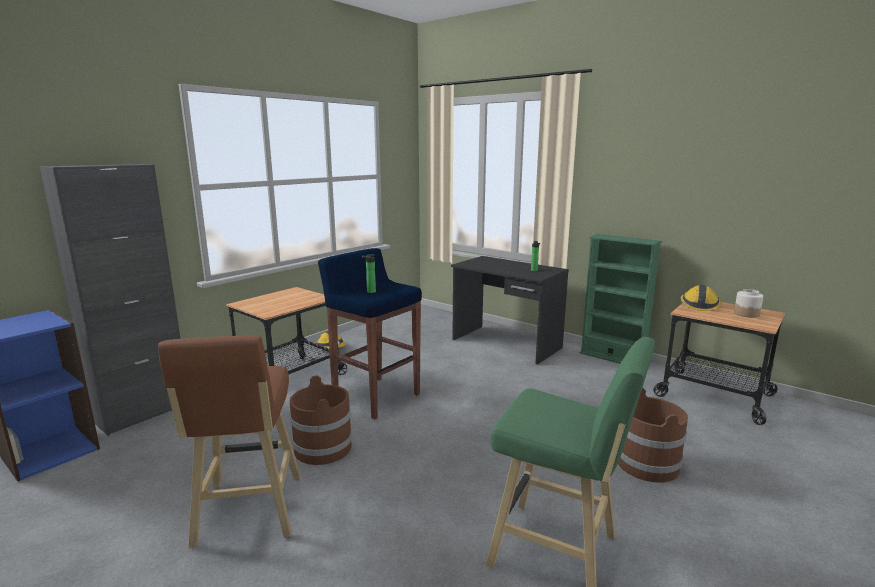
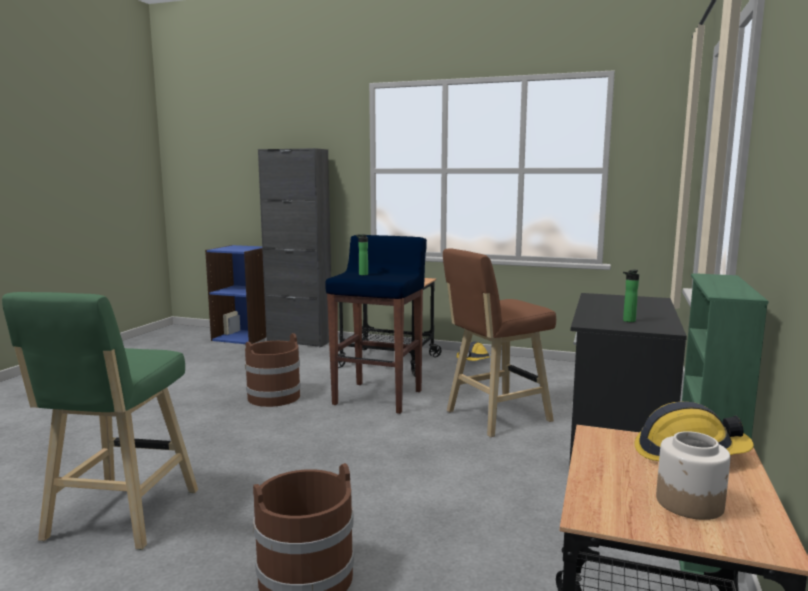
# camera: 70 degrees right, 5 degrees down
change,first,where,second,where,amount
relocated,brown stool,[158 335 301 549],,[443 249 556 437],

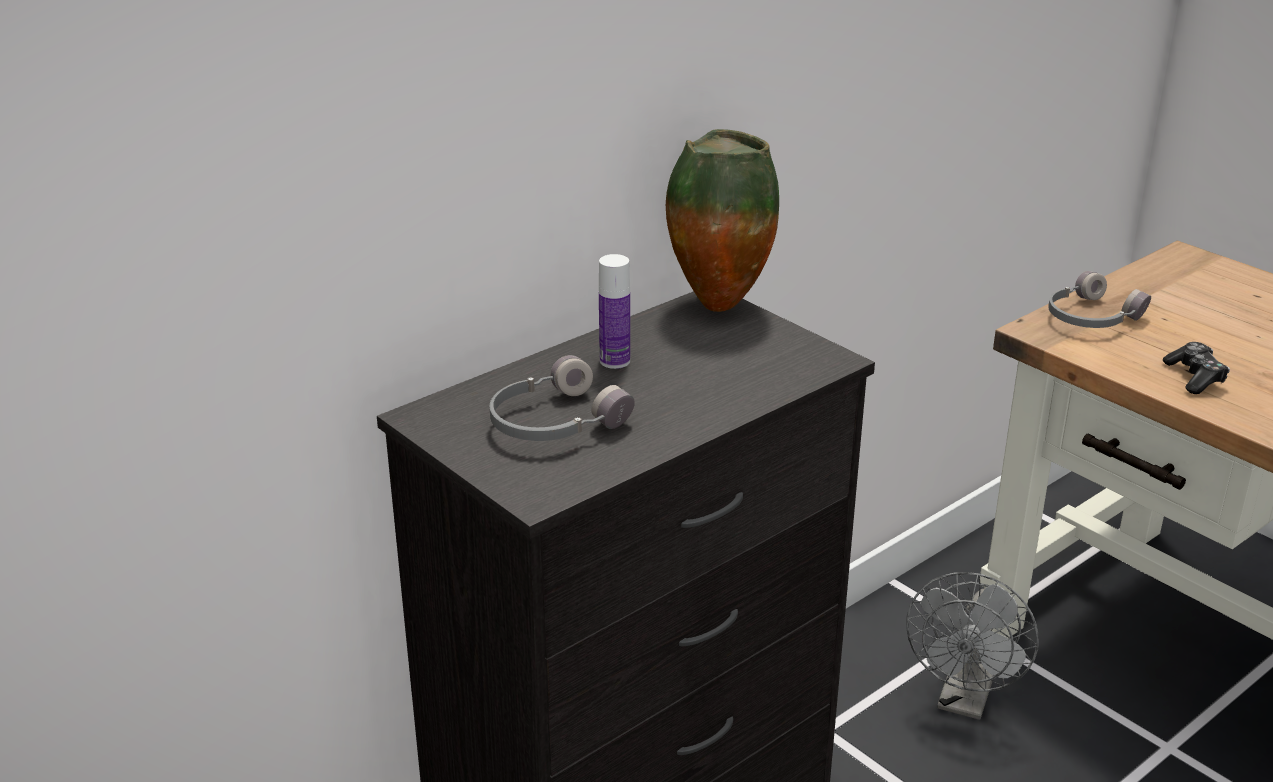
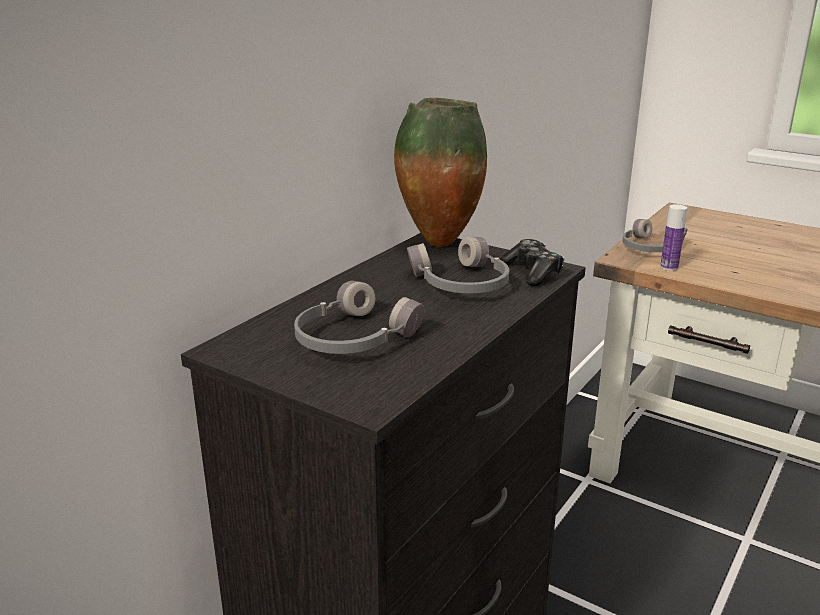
# camera: 15 degrees left, 5 degrees down
change,first,where,second,where,amount
missing,grey fan,[906 572 1039 720],,,
appeared,,,grey headphones,[407 237 509 293],
relocated,bottle,[599 254 630 369],,[660 204 687 271],
relocated,game controller,[1163 342 1230 394],,[500 239 564 286],

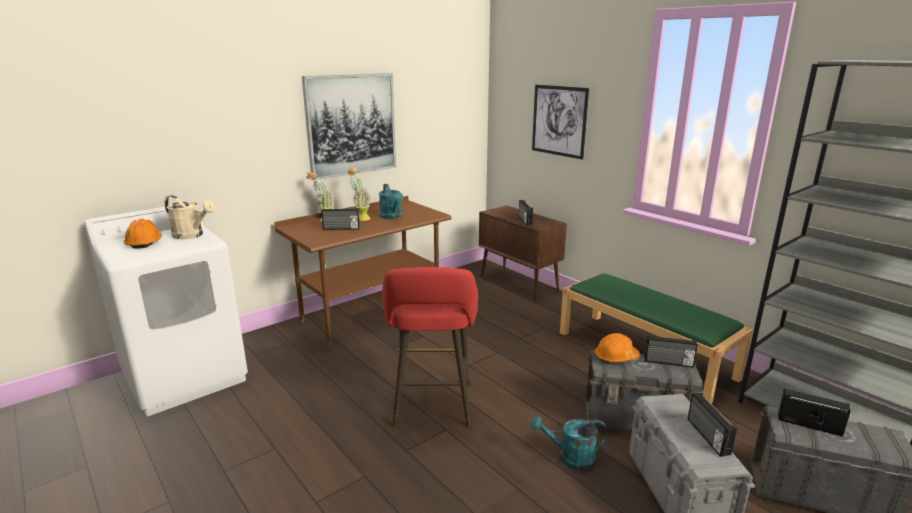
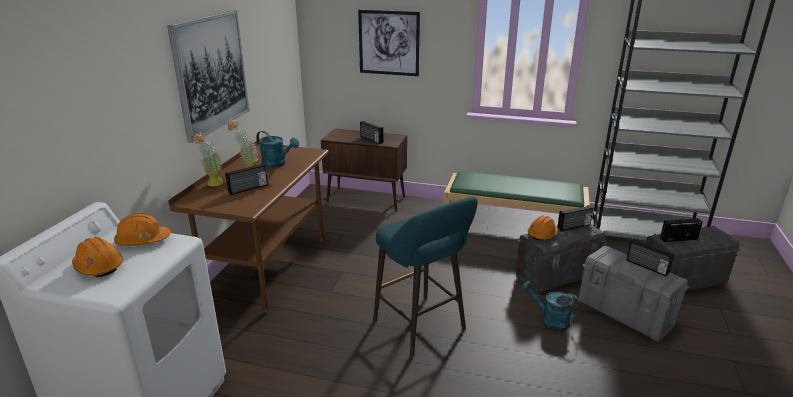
# camera: 35 degrees left, 5 degrees up
change,first,where,second,where,amount
exchanged,beige watering can,[165 195 216 239],orange hard hat,[114 213 171 246],
colour,red stool,[382 267 478 427],turquoise stool,[373 197 478 356],
spun,turquoise watering can,[531 416 608 470],,[521 281 581 330],60 degrees clockwise

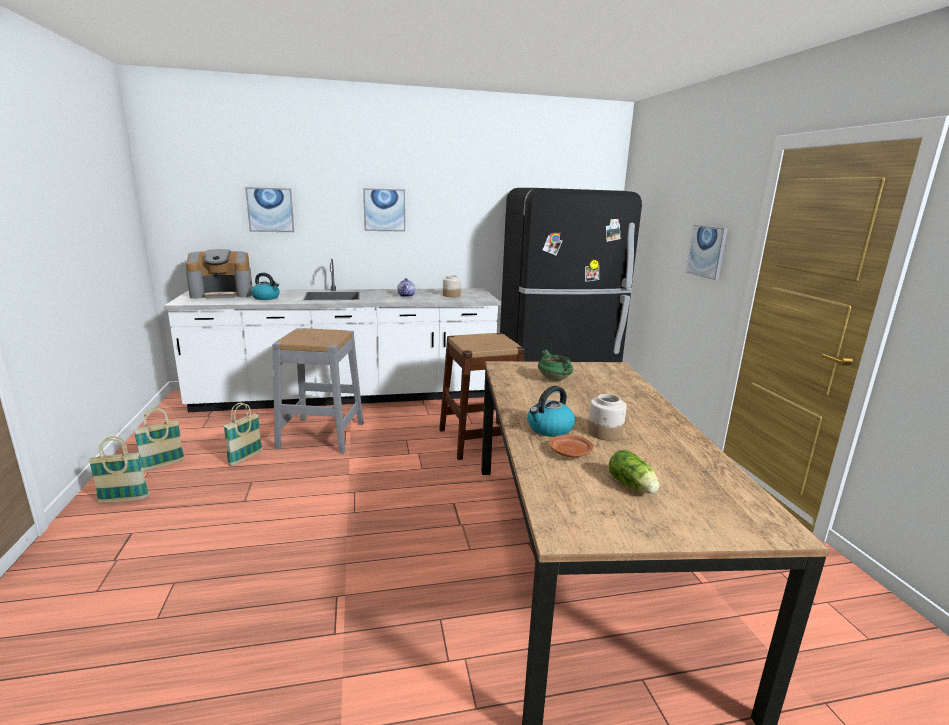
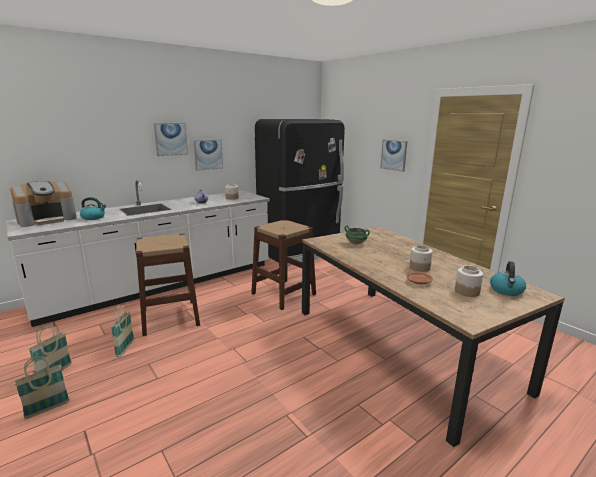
# camera: 25 degrees left, 0 degrees up
change,first,where,second,where,amount
relocated,picture,[245 187 294 232],,[194 139 223 171],
relocated,kettle,[527 386 575 437],,[490 261 526 296],
exchanged,lettuce,[609 450 659 493],jar,[455 265 483 297],
colour,grey stool,[272 328 364 454],brown stool,[136 234 200 336],

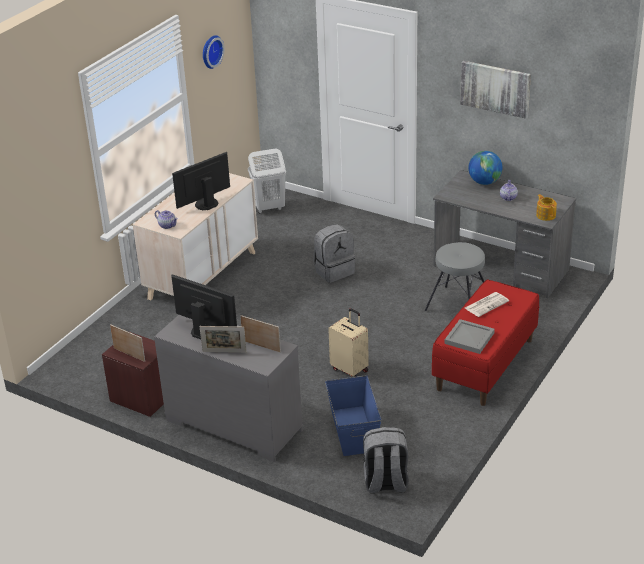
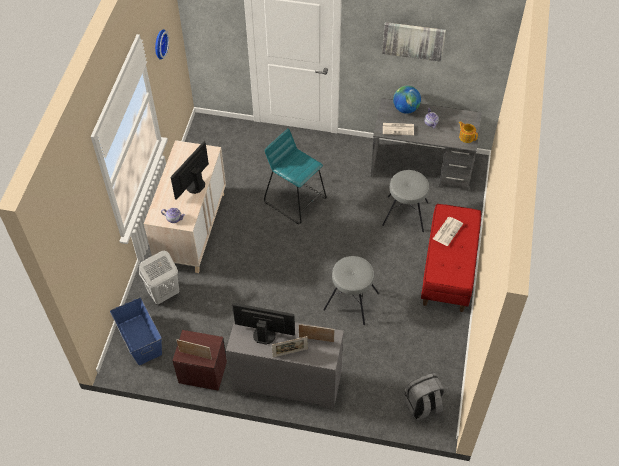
# camera: 20 degrees left, 20 degrees up
change,first,where,second,where,amount
missing,grey tray,[445 319 495 354],,,
appeared,,,newspaper,[383 123 414 135],
relocated,white laundry basket,[248 148 286 213],,[139 251 179 304],
relocated,blue storage box,[325 375 381 456],,[110 297 162 365],
exchanged,grey backpack,[313 224 355 283],turquoise stool,[264 128 327 224],
exchanged,beige suitcase,[328 308 369 377],grey stool,[323 256 379 325],

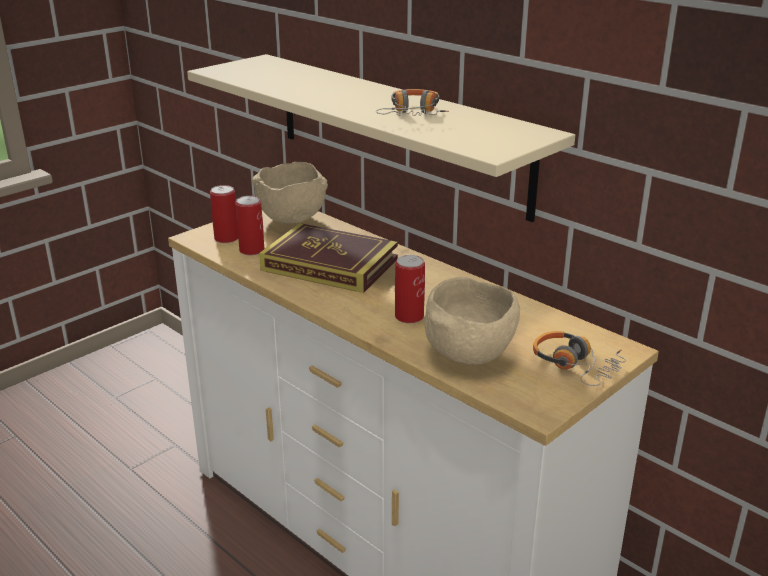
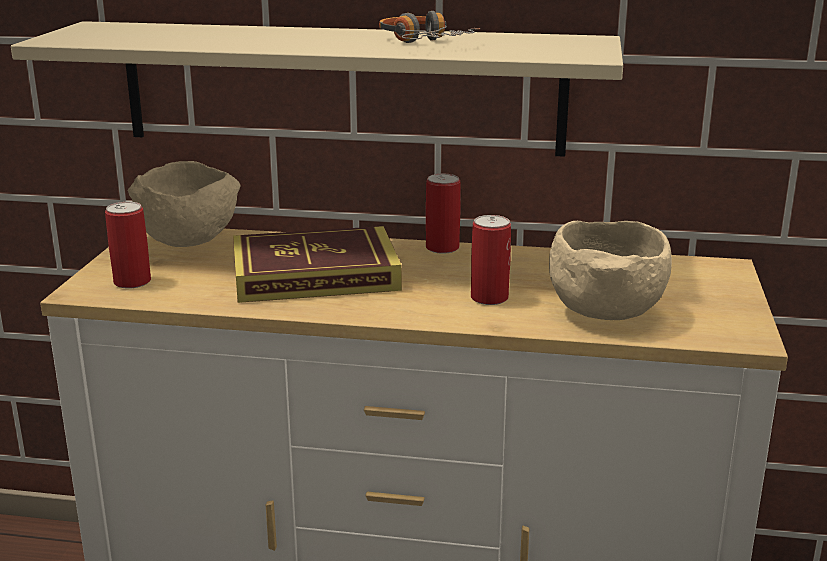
# camera: 35 degrees left, 5 degrees down
change,first,where,second,where,amount
missing,headphones,[533 331 626 386],,,
relocated,can,[235 196 264 255],,[426 174 460 254],

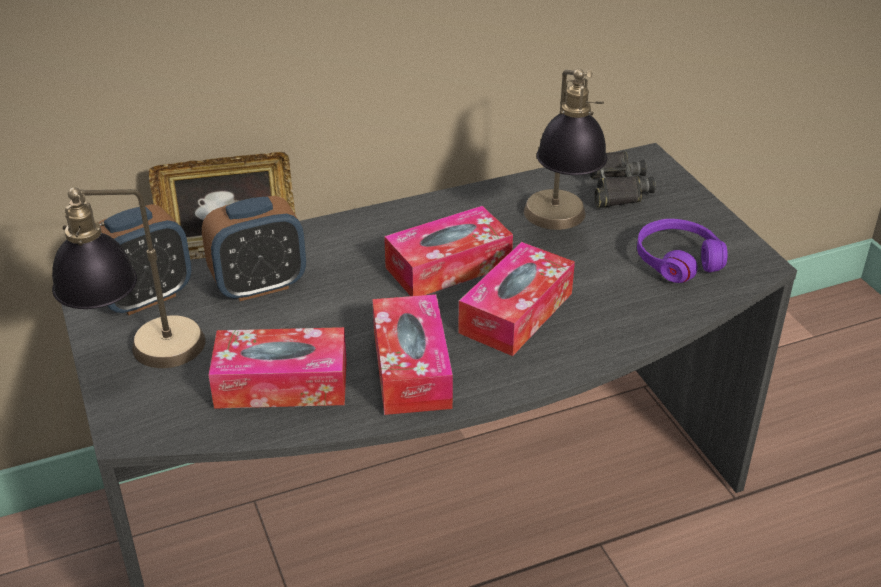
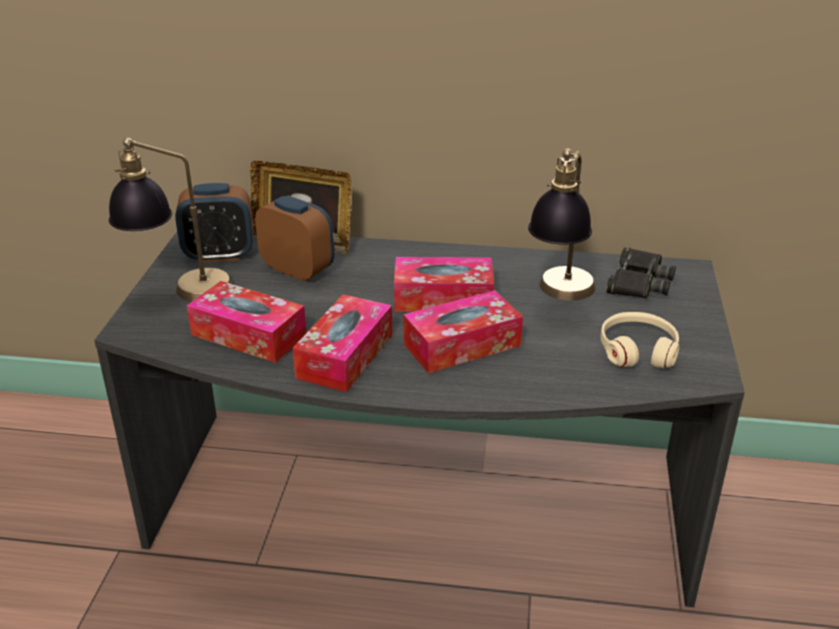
# camera: 30 degrees right, 5 degrees down
change,first,where,second,where,amount
colour,purple headphones,[637 219 727 283],beige headphones,[600 312 680 368],
spun,alarm clock,[202 196 306 301],,[255 196 334 282],150 degrees counterclockwise

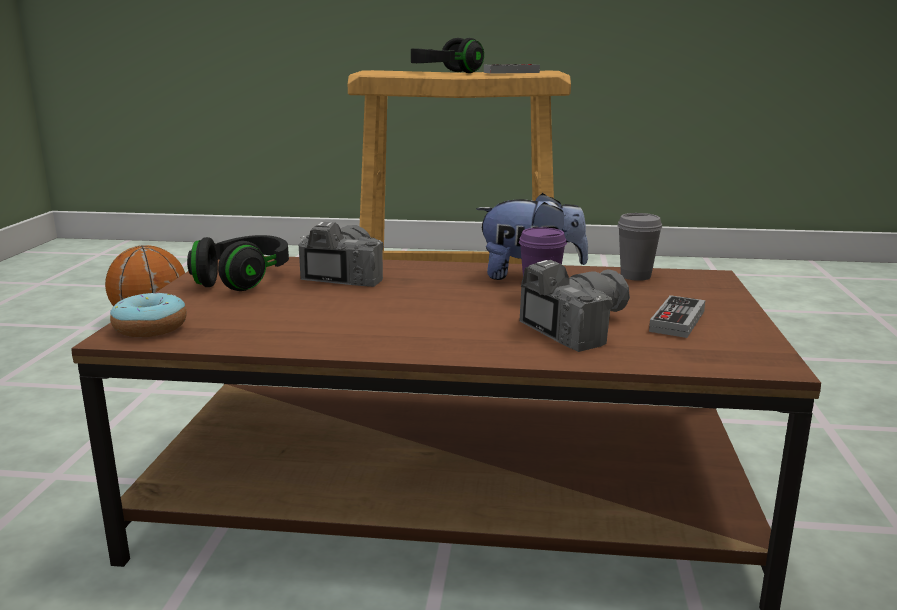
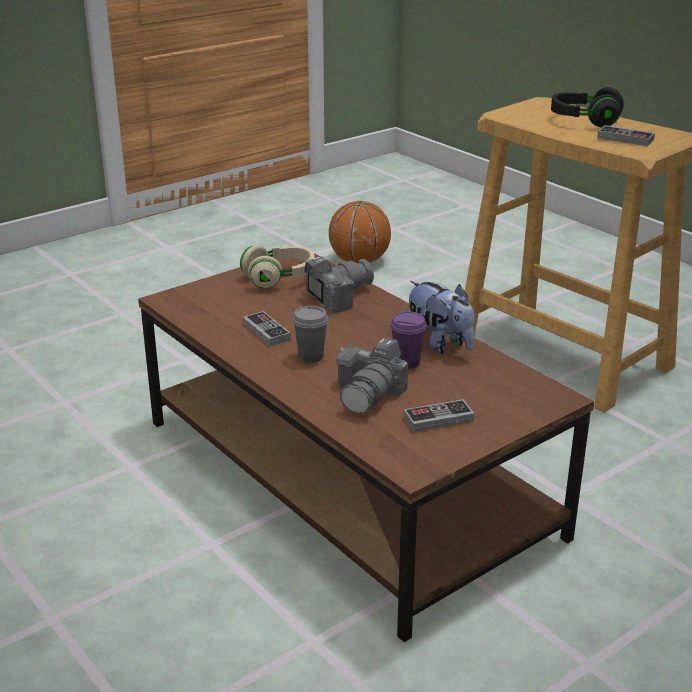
# camera: 45 degrees right, 10 degrees up
change,first,where,second,where,amount
missing,donut,[110 292 187 337],,,
appeared,,,game controller,[243 311 291 346],
relocated,grey cup,[617 213 662 281],,[292 306 329 363],
colour,black headphones,[187 235 289 291],beige headphones,[240 245 315 289],
spun,photo camera,[519 260 630 352],,[336 337 408 414],105 degrees clockwise

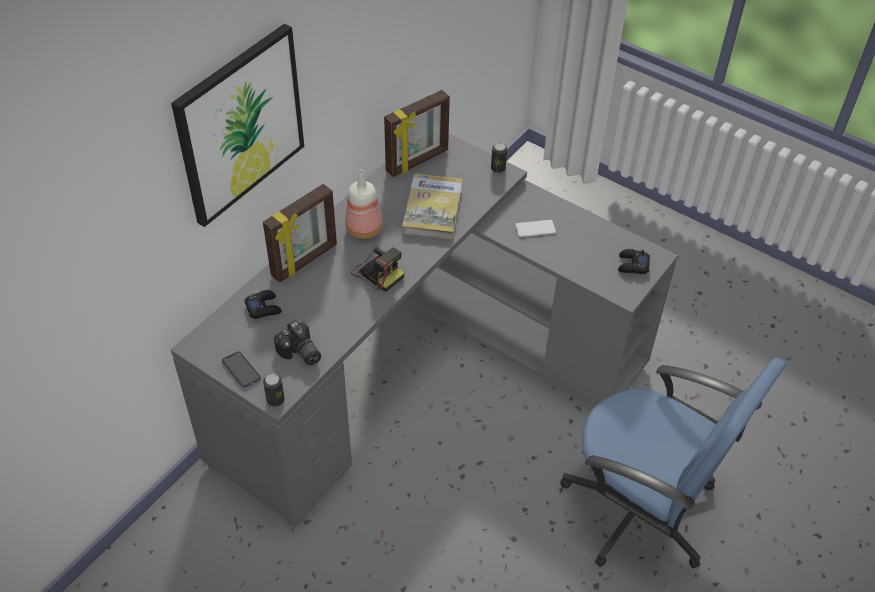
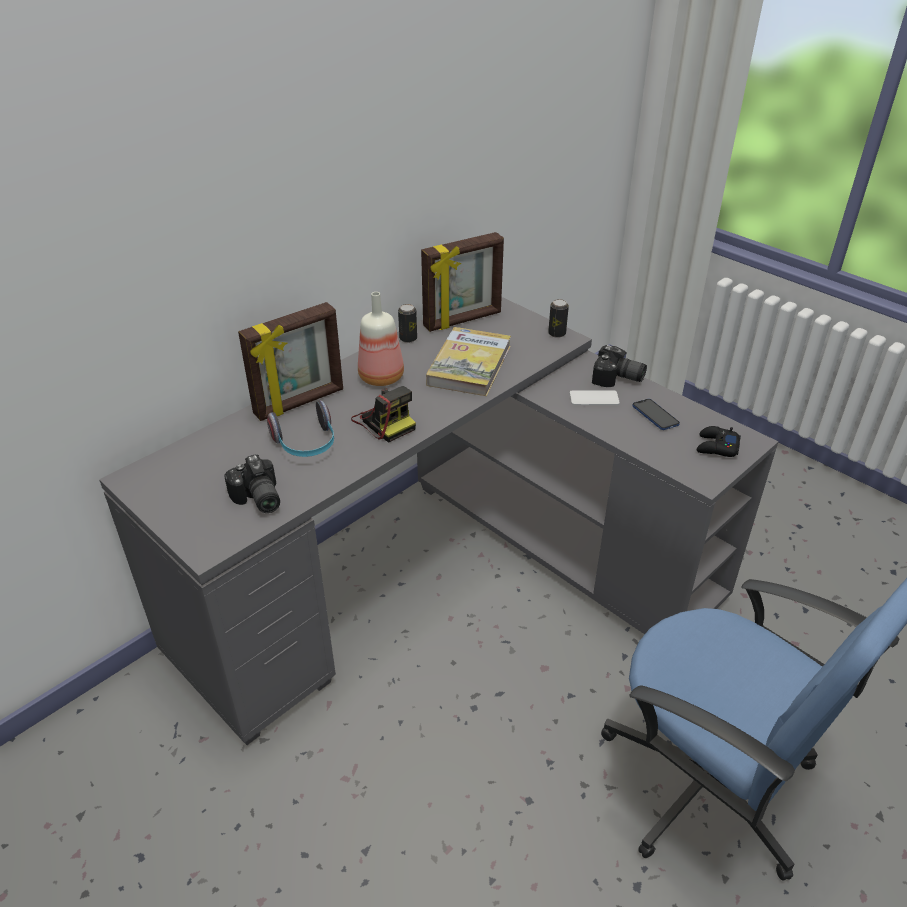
# camera: 10 degrees right, 10 degrees down
change,first,where,second,where,amount
missing,picture,[171 24 304 227],,,
missing,black game controller,[244 290 282 319],,,
appeared,,,headphones,[267 400 334 457],
appeared,,,photo camera,[592 345 647 387],
relocated,phone,[222 351 261 388],,[632 399 680 430],
relocated,can,[263 373 285 407],,[398 304 417 343],

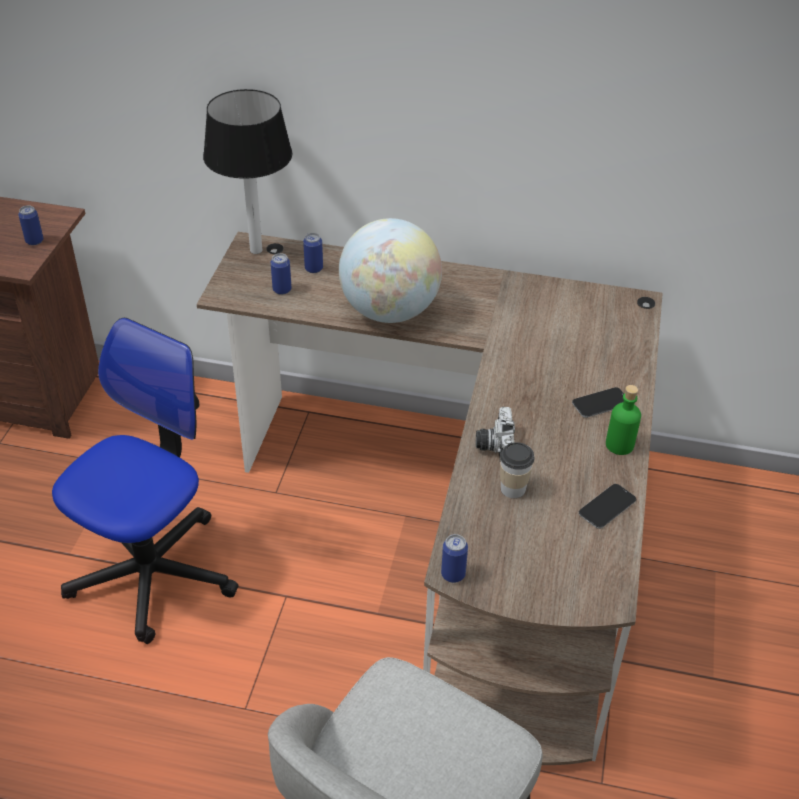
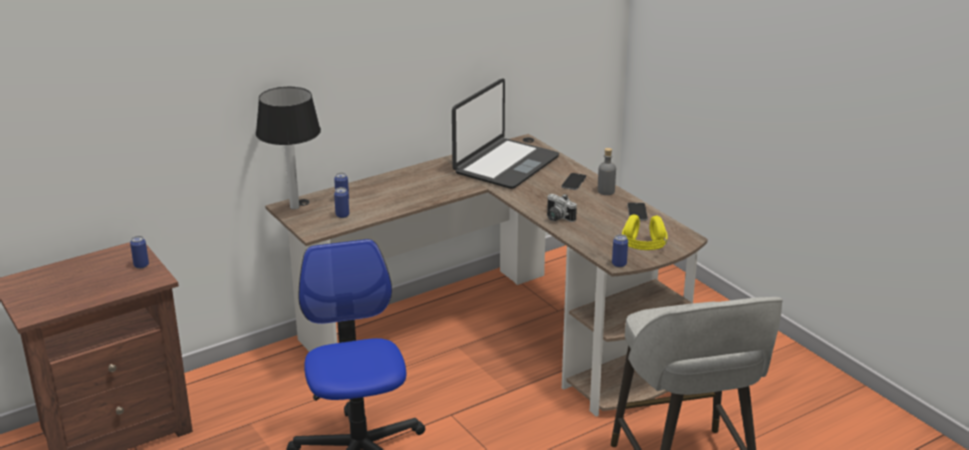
# camera: 45 degrees left, 15 degrees down
change,first,where,second,where,amount
missing,globe,[339 218 442 323],,,
missing,cup,[500 442 535 498],,,
appeared,,,laptop,[452 79 559 189],
appeared,,,yellow headphones,[622 214 668 250],
colour,green bottle,[606 385 641 455],grey bottle,[598 148 616 195],

